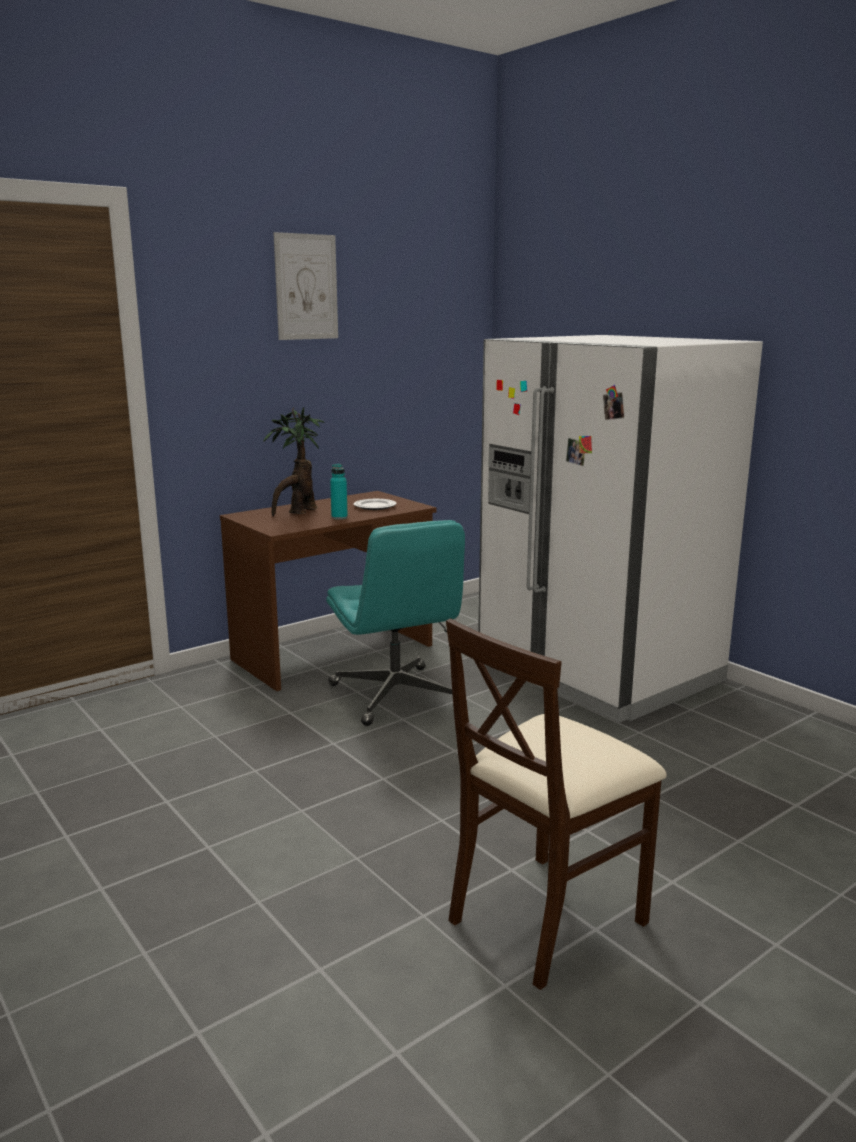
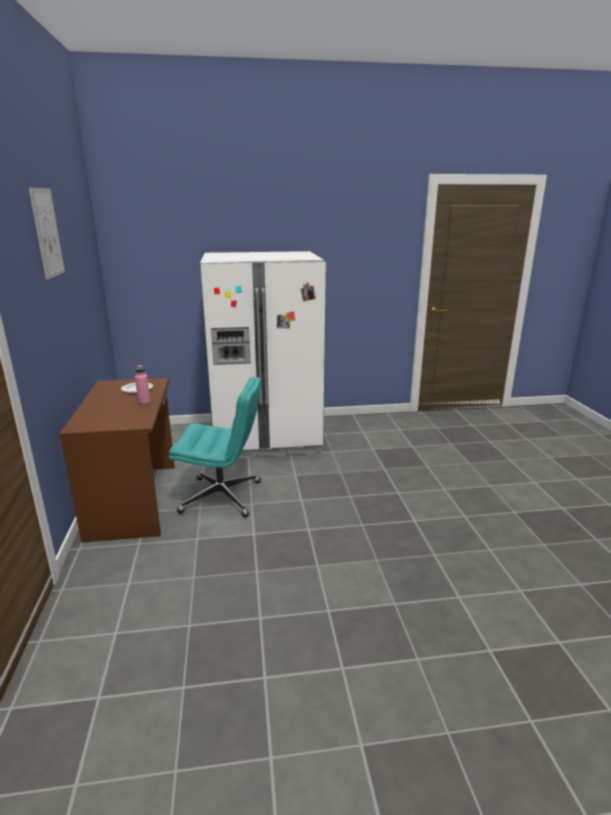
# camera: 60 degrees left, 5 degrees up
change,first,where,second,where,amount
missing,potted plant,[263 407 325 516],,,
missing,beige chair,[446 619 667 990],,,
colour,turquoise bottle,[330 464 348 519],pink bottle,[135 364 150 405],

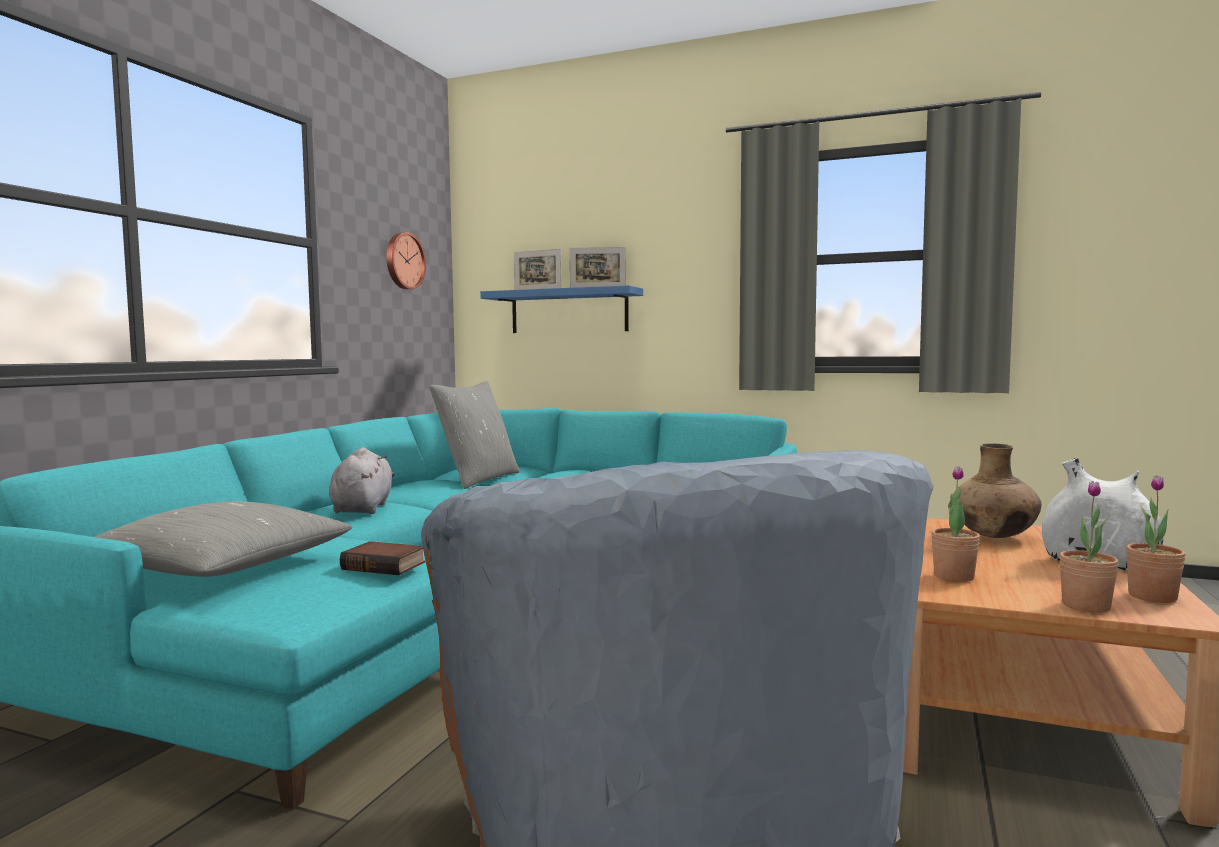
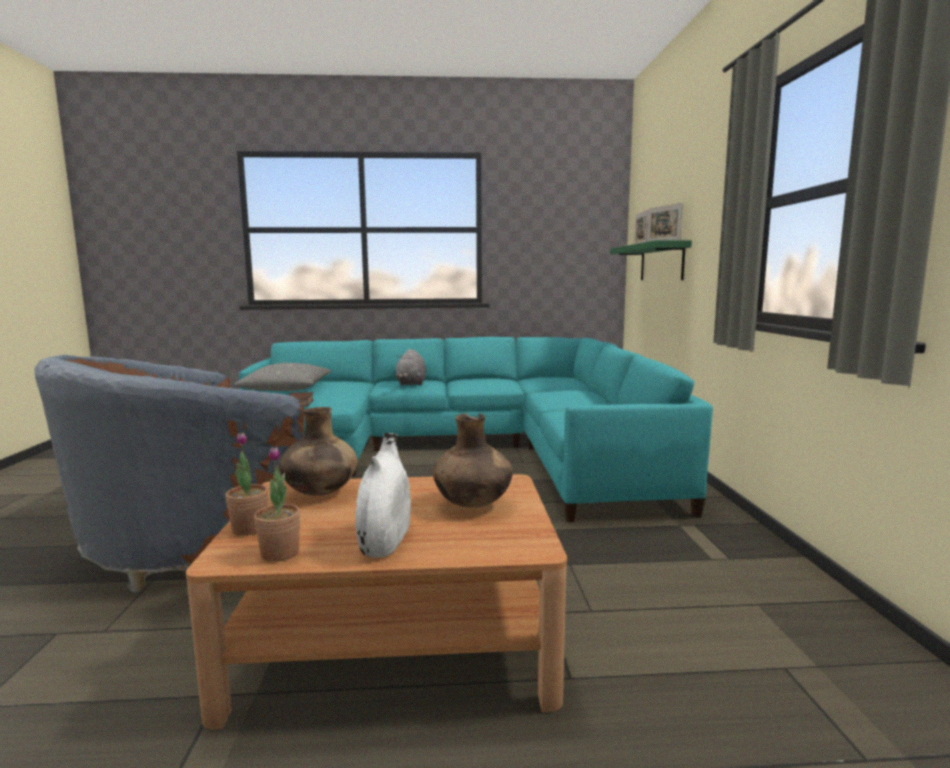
# camera: 65 degrees right, 5 degrees up
change,first,where,second,where,amount
missing,wall clock,[386 232 426 289],,,
missing,grey pillow,[429 381 520 489],,,
exchanged,potted plant,[931 466 980 582],brown vase,[279 407 358 496],
colour,blue shelf,[480 285 643 333],green shelf,[610 240 692 280],
spun,grey plush toy,[329 447 395 514],,[395 349 426 386],120 degrees clockwise

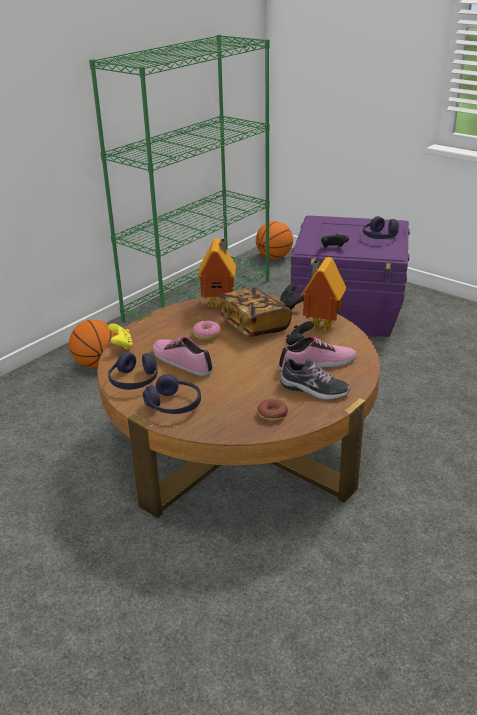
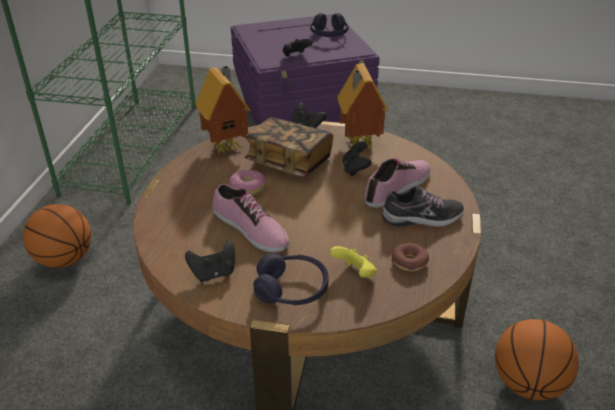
# camera: 30 degrees left, 5 degrees up
change,first,where,second,where,amount
relocated,yellow game controller,[108 323 133 350],,[330 246 377 278],
relocated,basketball,[256 221 293 259],,[495 319 579 400],
exchanged,purple headphones,[108 352 158 390],black game controller,[185 241 235 282],
spun,shoe,[153 337 213 376],,[212 184 289 252],150 degrees counterclockwise

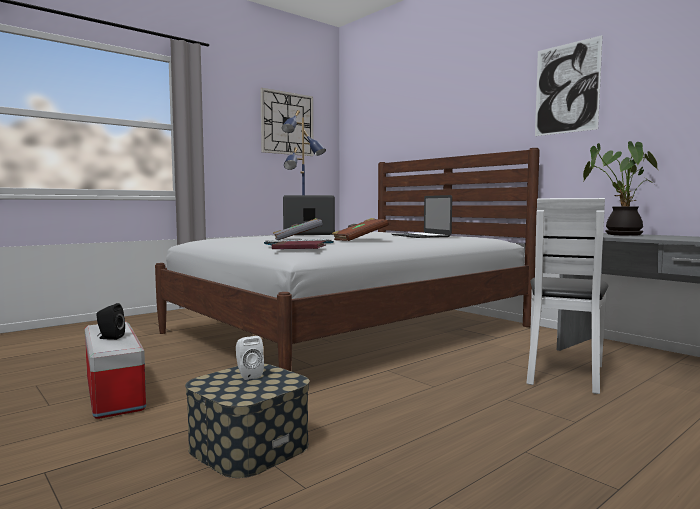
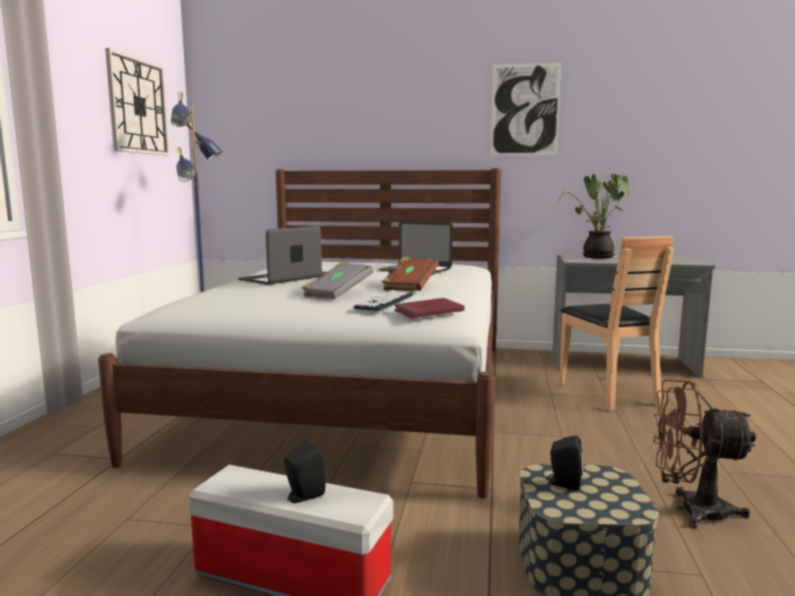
# camera: 40 degrees left, 5 degrees up
change,first,where,second,where,amount
appeared,,,brown fan,[654 380 756 528],
colour,white speaker,[236 336 264 380],black speaker,[546 435 584 490],
colour,white chair,[527 198 609 394],brown chair,[559 236 674 411],

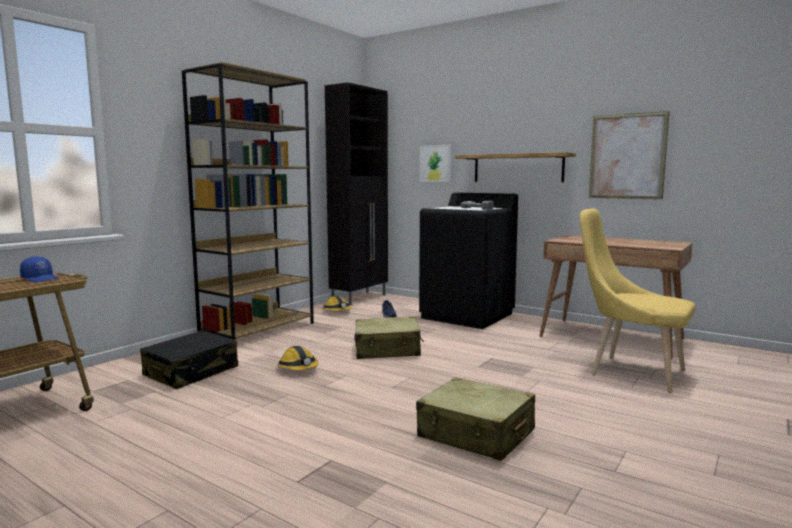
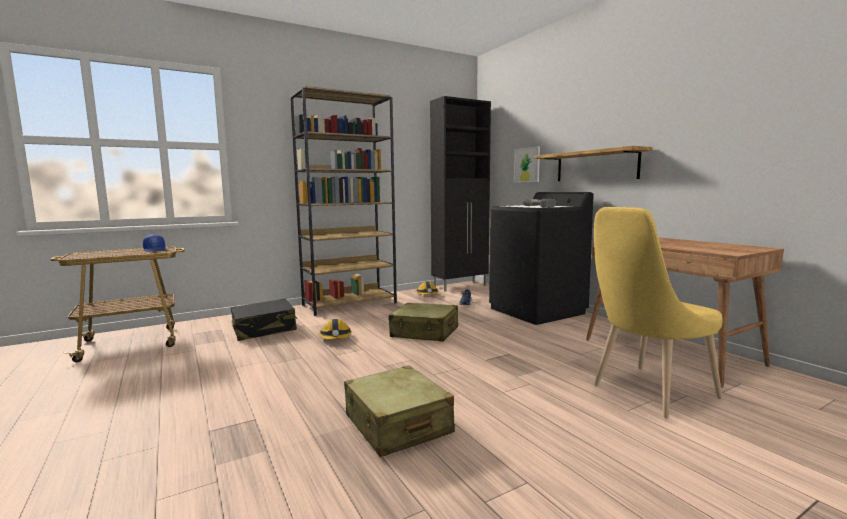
# camera: 25 degrees right, 0 degrees up
change,first,where,second,where,amount
missing,picture,[589 111 670 199],,,
spun,yellow chair,[580 208 695 393],,[594 207 722 418],90 degrees counterclockwise

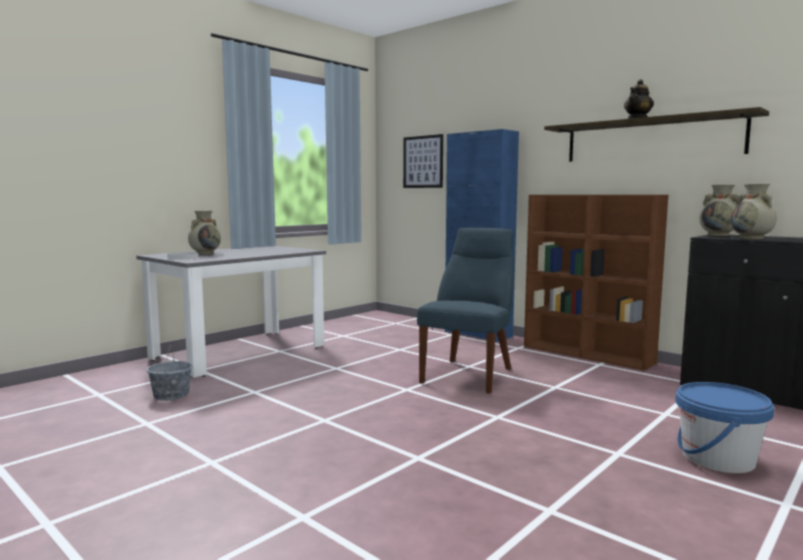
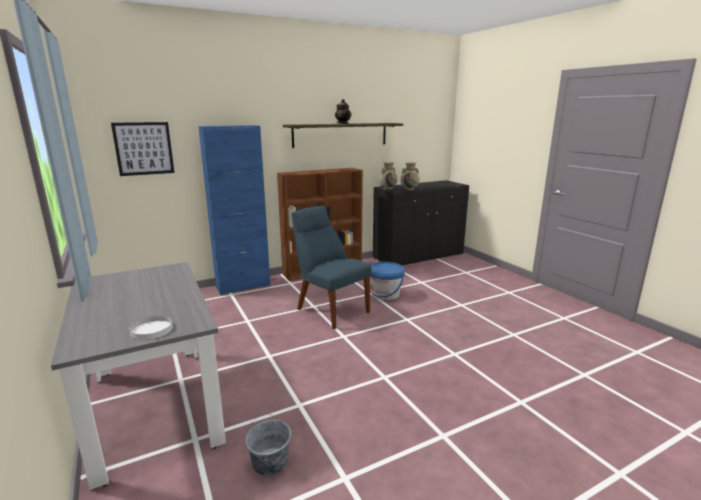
# camera: 70 degrees left, 10 degrees up
change,first,where,second,where,amount
missing,beige vase,[188 211 221 255],,,
relocated,blue bucket,[675 382 774 473],,[370 262 405 300],

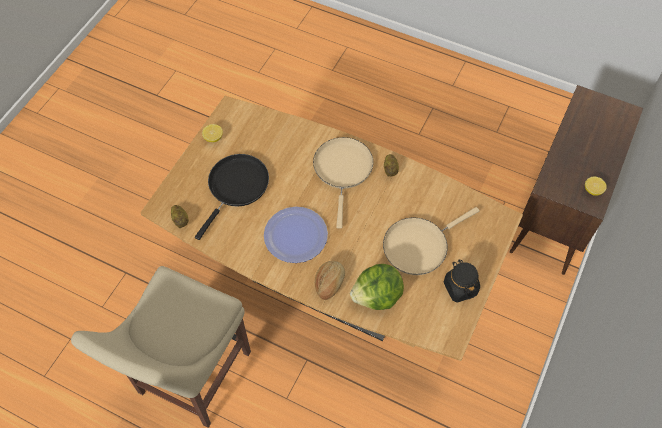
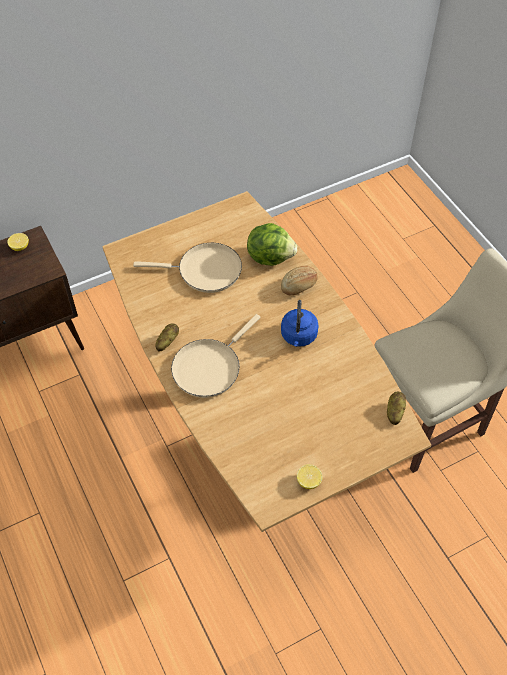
# camera: 145 degrees left, 5 degrees down
change,first,where,second,where,amount
missing,black frying pan,[195 154 269 240],,,
missing,black jar,[444 260 480 303],,,
exchanged,plate,[264 207 328 263],blue kettle,[281 300 318 347],

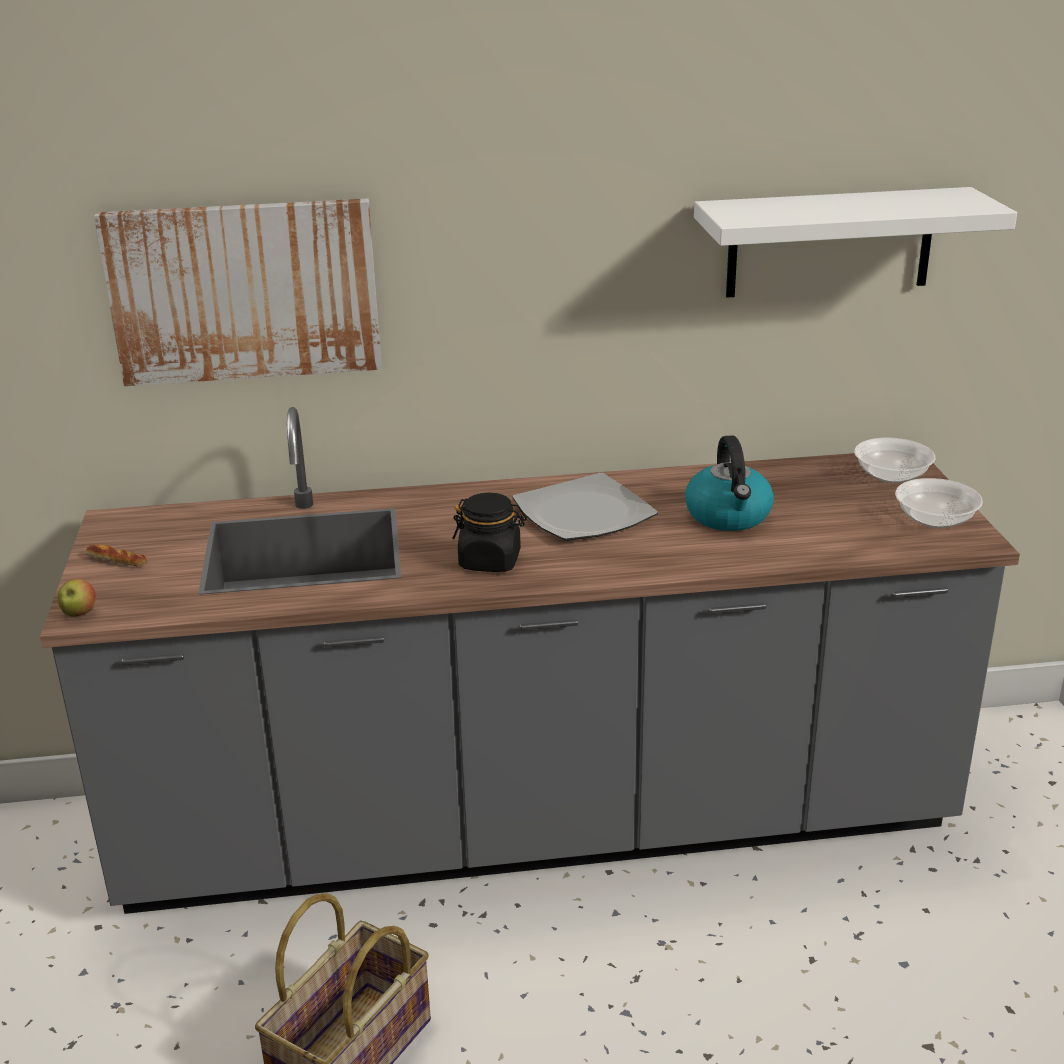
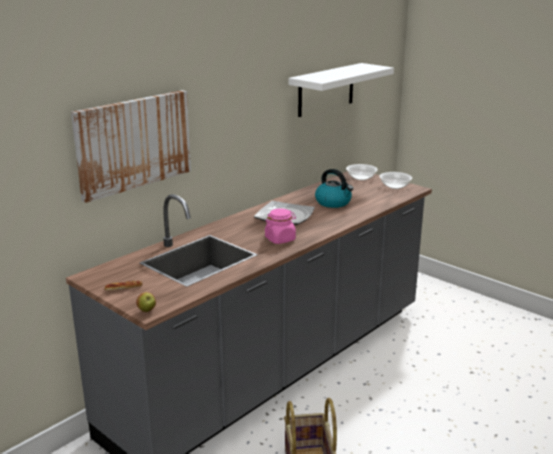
# camera: 40 degrees left, 5 degrees down
change,first,where,second,where,amount
colour,black jar,[452 493 527 572],pink jar,[265 208 296 244],

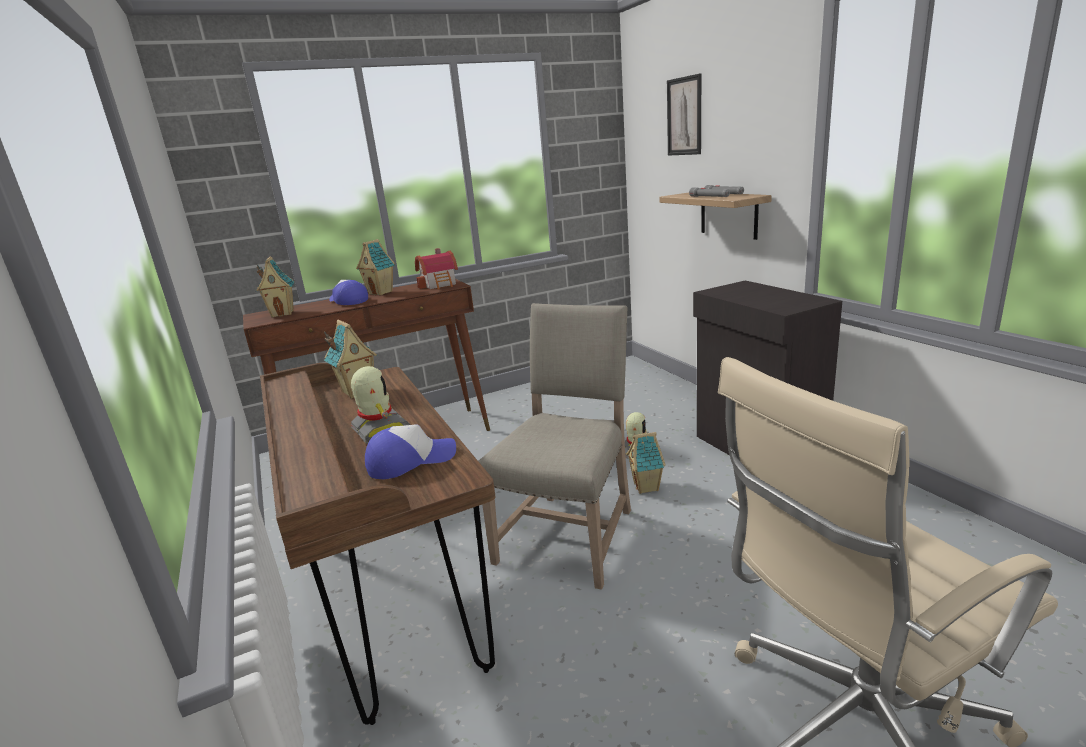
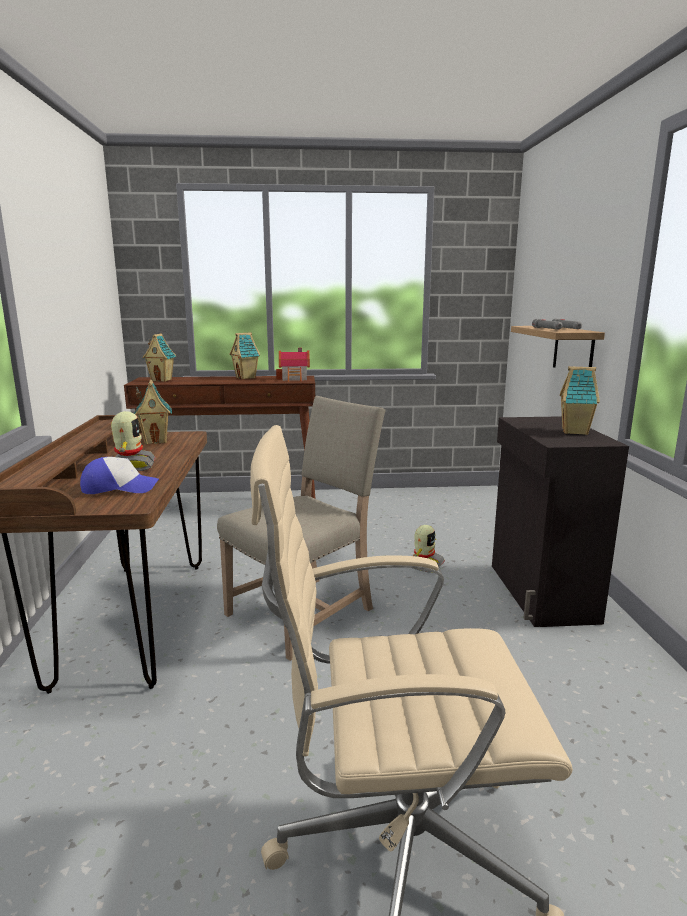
# camera: 20 degrees right, 5 degrees down
change,first,where,second,where,amount
missing,cap,[329 280 368 305],,,
missing,picture,[667 73 701 156],,,
relocated,toy house,[627 432 666 494],,[560 366 600 435],

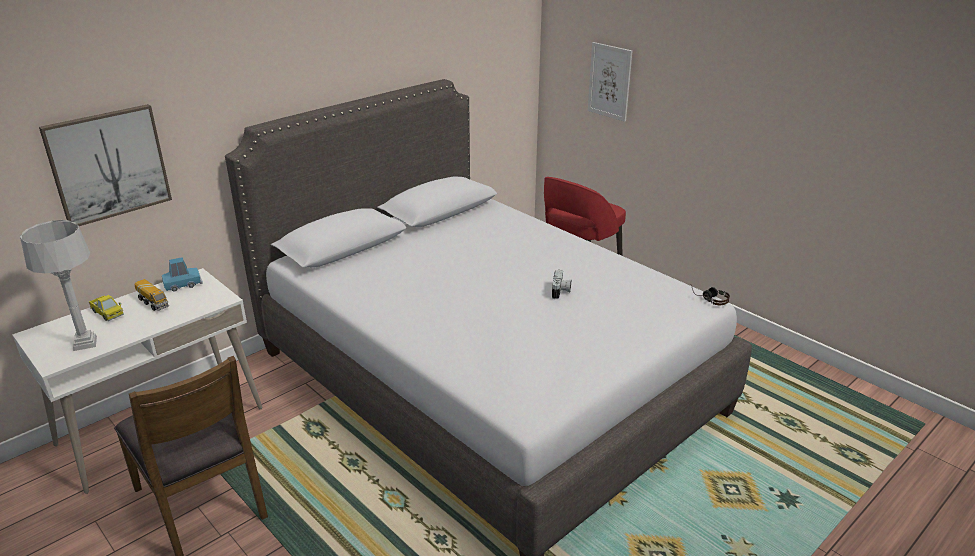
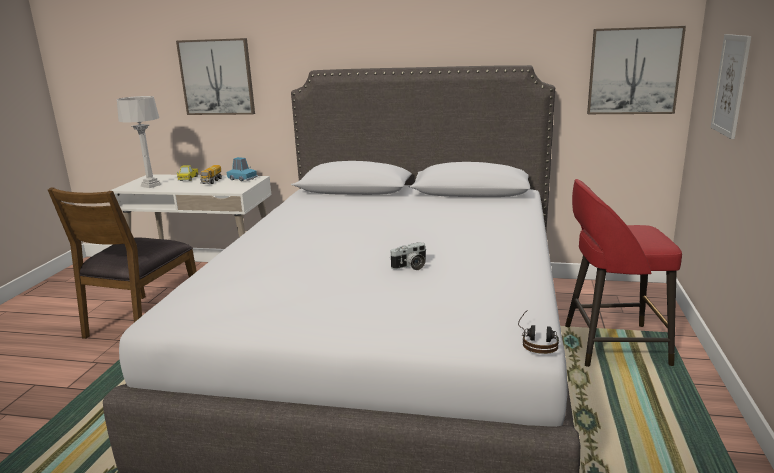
# camera: 55 degrees right, 10 degrees down
change,first,where,second,where,amount
appeared,,,picture,[587 26 686 114],

